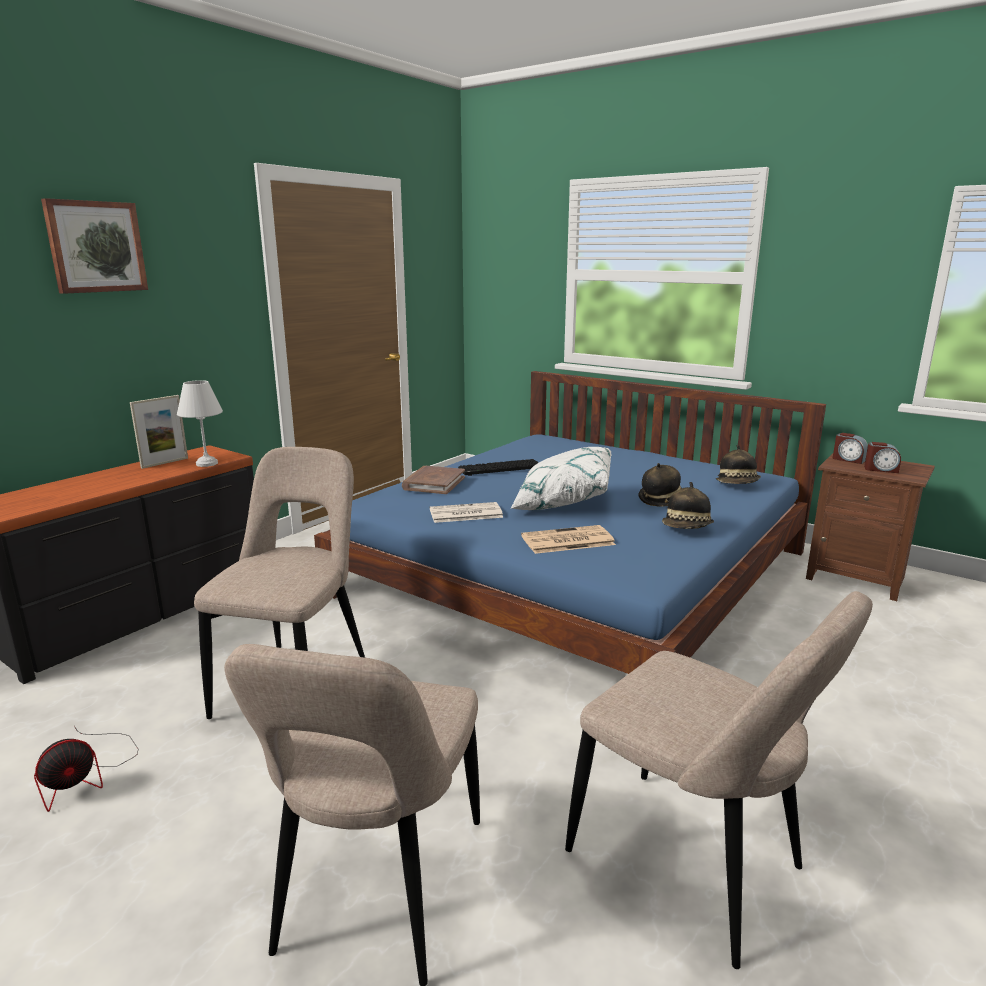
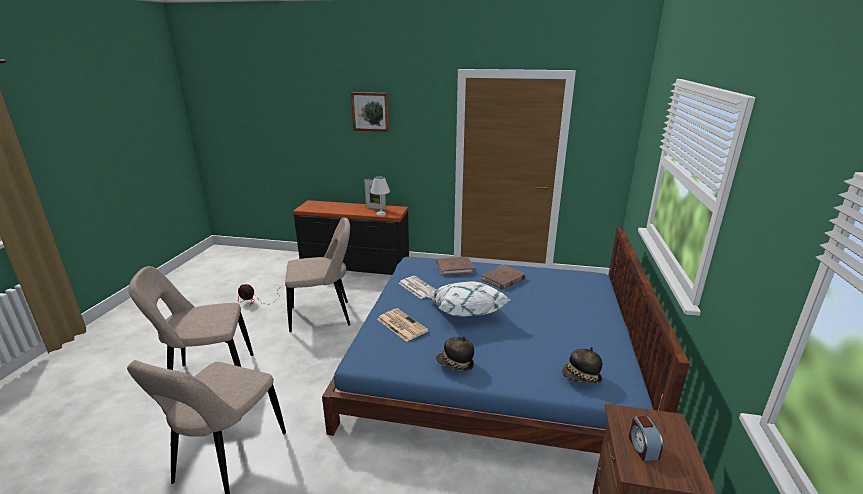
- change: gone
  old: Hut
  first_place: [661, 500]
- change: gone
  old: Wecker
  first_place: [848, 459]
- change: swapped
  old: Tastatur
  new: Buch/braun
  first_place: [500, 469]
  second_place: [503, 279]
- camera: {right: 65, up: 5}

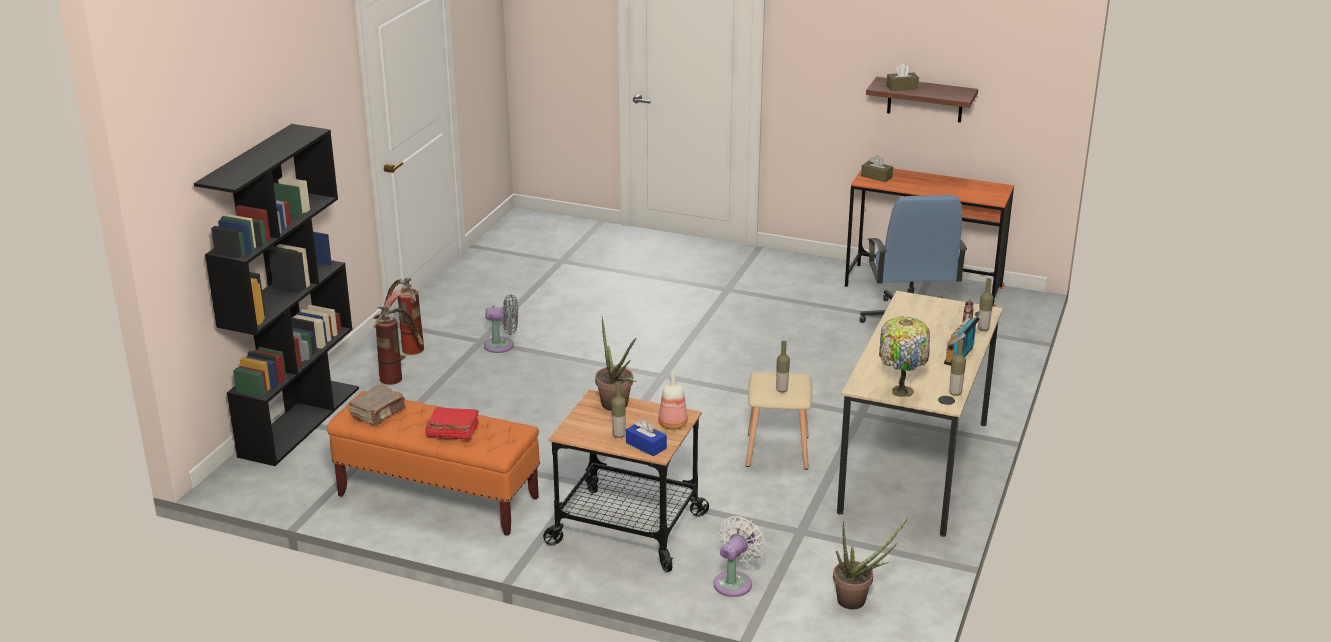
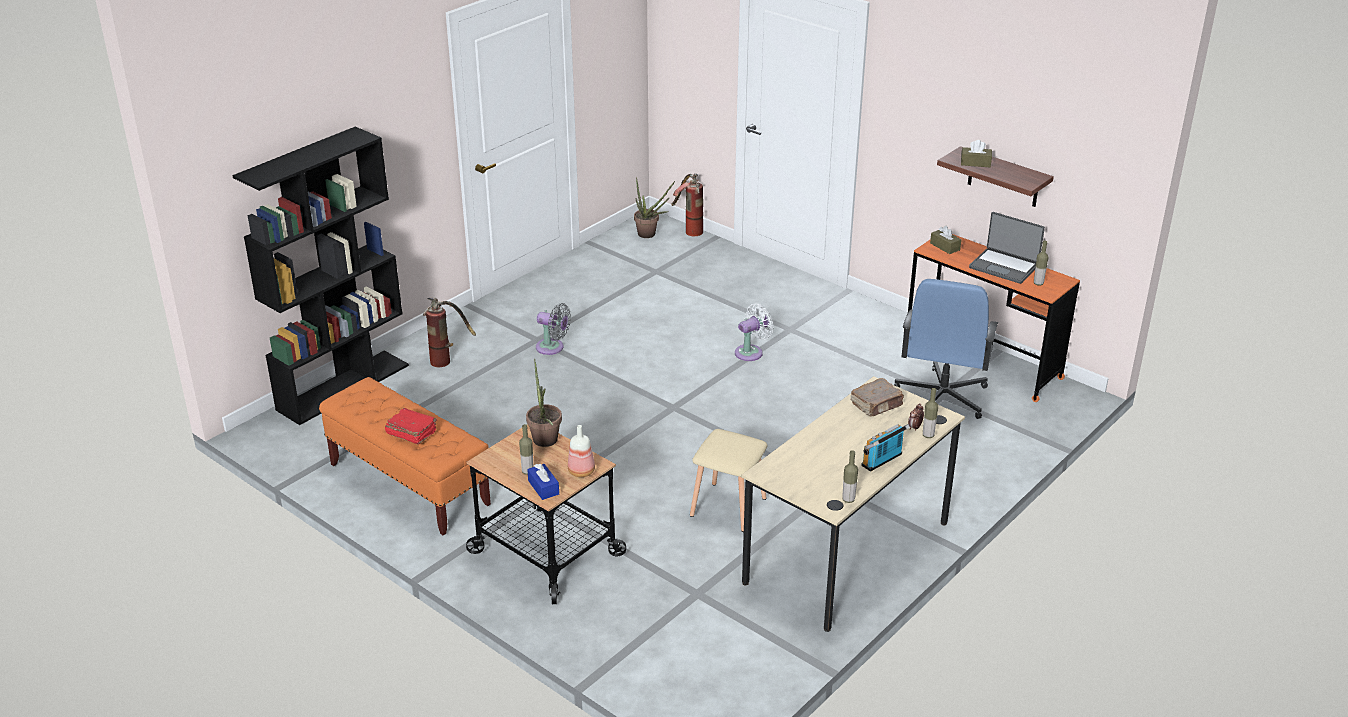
- change: gone
  old: Tischlampe
  first_place: [901, 390]
- change: new
  new: Laptop
  second_place: [1004, 266]
- change: shifted
  old: Buch/braun
  first_place: [378, 413]
  second_place: [877, 405]
- change: shifted
  old: Feuerlöscher
  first_place: [404, 348]
  second_place: [688, 230]
- change: shifted
  old: Ventilator/weiß
  first_place: [735, 582]
  second_place: [751, 352]
- change: shifted
  old: Flasche
  first_place: [782, 390]
  second_place: [1038, 283]
- change: shifted
  old: Topfpflanze
  first_place: [858, 601]
  second_place: [650, 235]
- camera: {right: 20, up: 5}

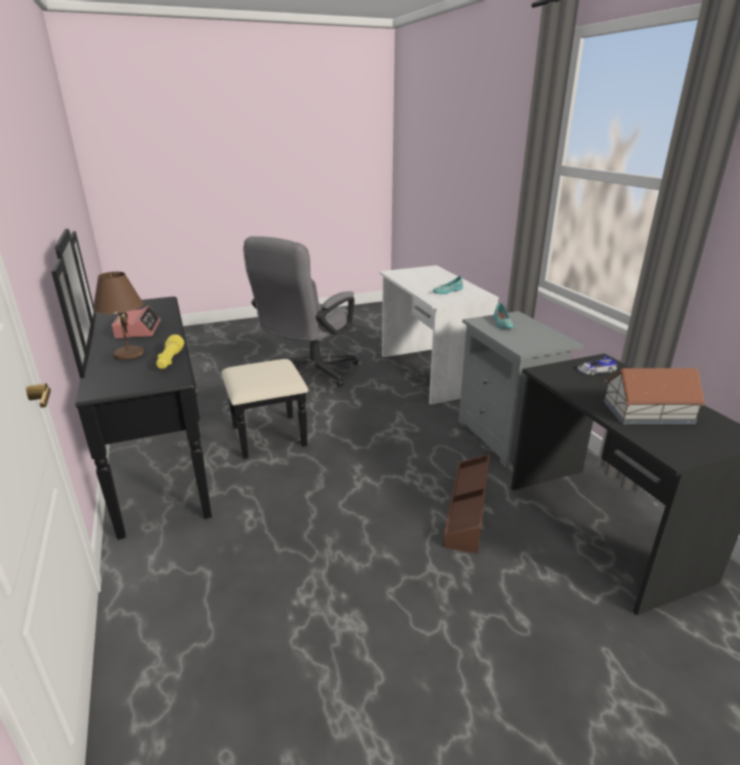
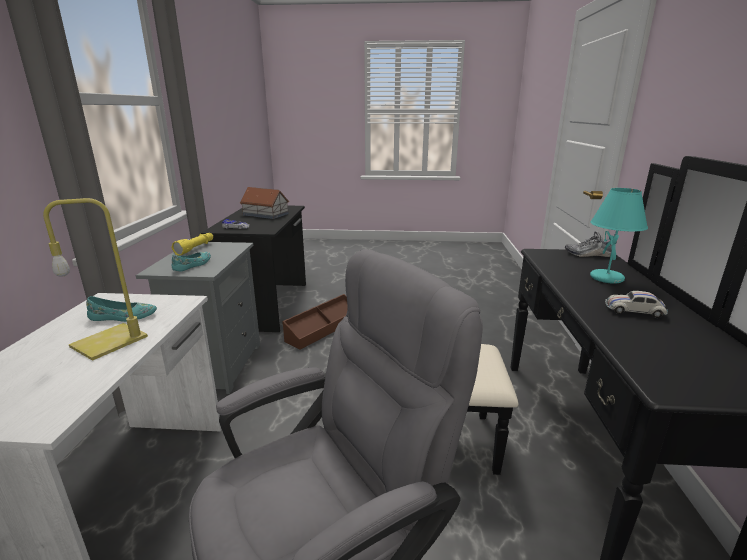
- change: new
  new: Tischlampe/gelb
  second_place: [110, 340]
- change: new
  new: Schuh
  second_place: [589, 254]
- change: shifted
  old: Taschenlampe/gelb
  first_place: [170, 360]
  second_place: [195, 248]
- change: swapped
  old: Wecker
  new: Spielzeugauto/weiß
  first_place: [138, 329]
  second_place: [634, 311]
- change: repainted
  old: Tischlampe/braun
  new: Tischlampe/türkis
  first_place: [128, 354]
  second_place: [607, 278]
- camera: {right: -155, up: -5}

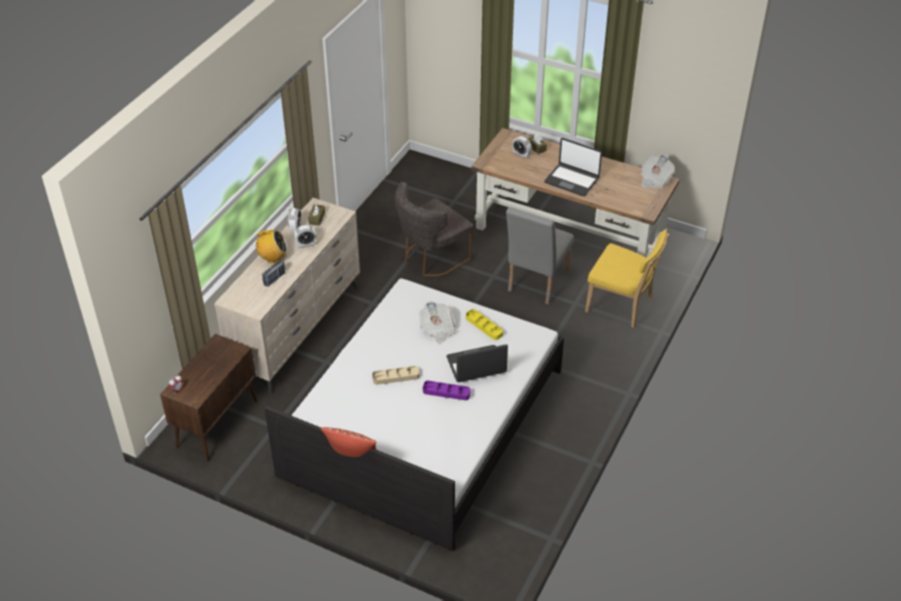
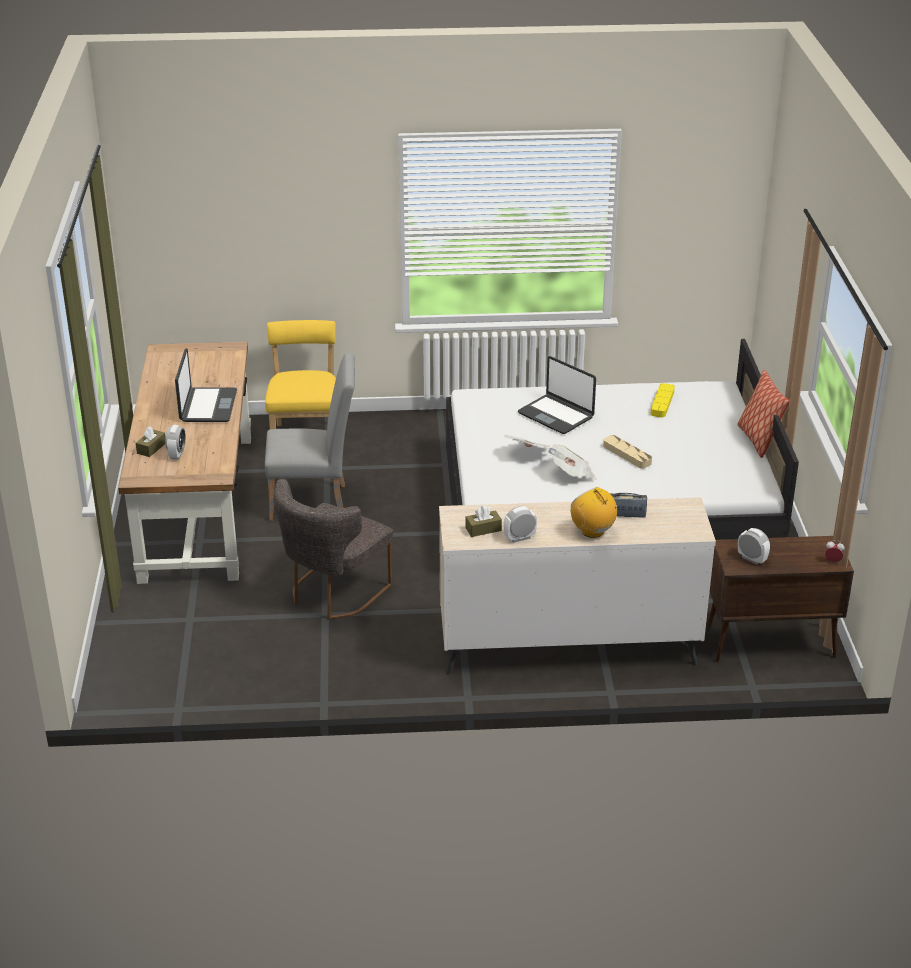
- change: gone
  old: Tablett/lila
  first_place: [446, 392]
- change: shifted
  old: Wecker
  first_place: [306, 244]
  second_place: [752, 559]
- change: shifted
  old: Tablett/gelb
  first_place: [484, 326]
  second_place: [662, 403]
- change: shifted
  old: Zeitung
  first_place: [654, 180]
  second_place: [571, 474]
- change: rotated
  old: Stuhl/grau
  first_place: [431, 259]
  second_place: [332, 594]
  degrees: 105
- camera: {right: -120, up: -10}

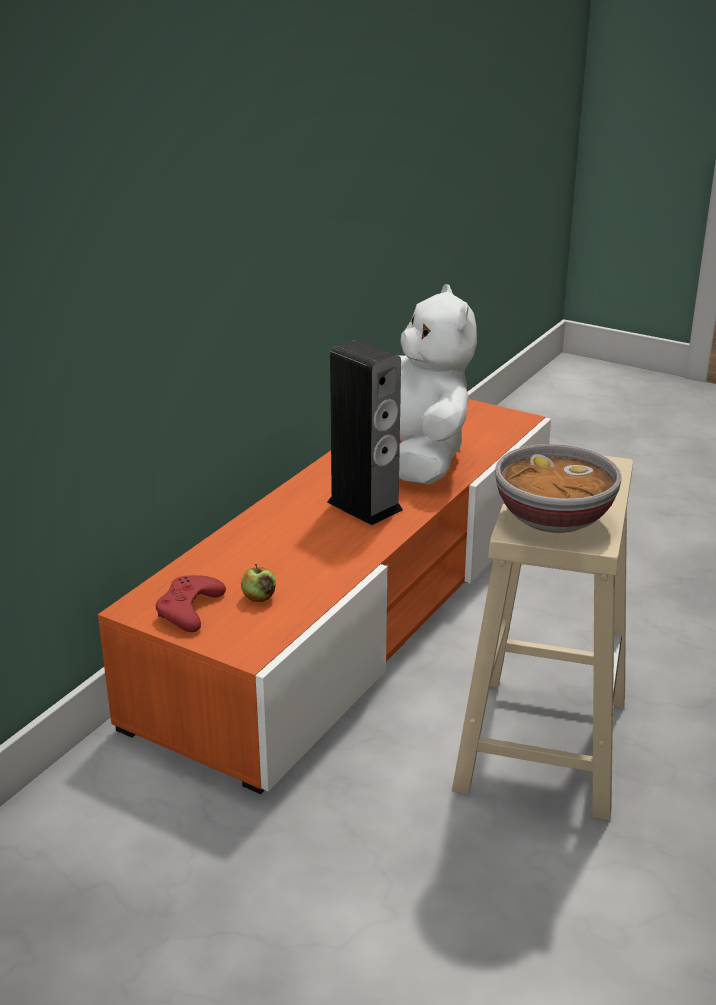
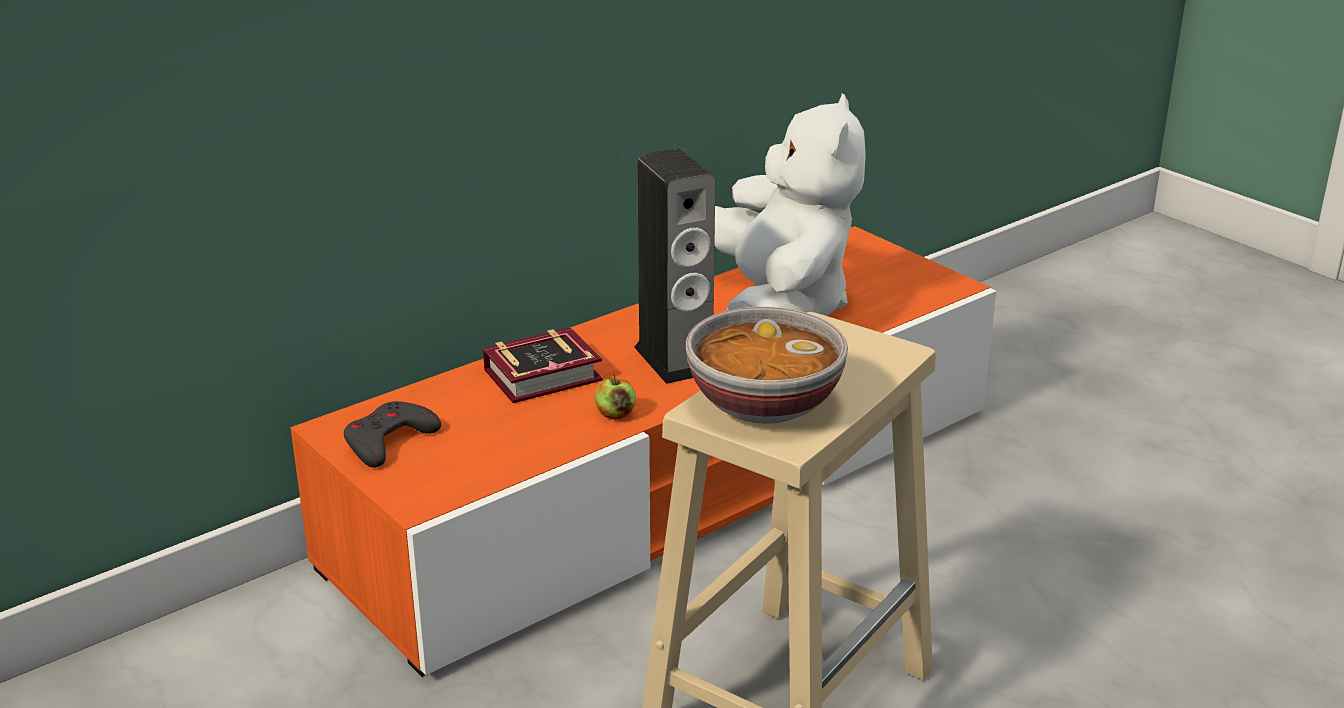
- change: new
  new: Buch
  second_place: [548, 376]
- change: shifted
  old: Apfel
  first_place: [259, 597]
  second_place: [615, 414]
- change: repainted
  old: Gamepad/rot
  new: Gamepad/grau
  first_place: [189, 609]
  second_place: [388, 441]
- camera: {right: 20, up: 0}

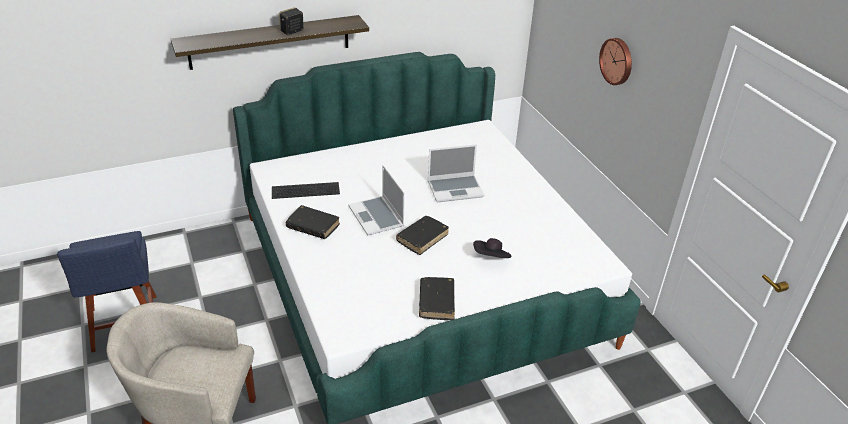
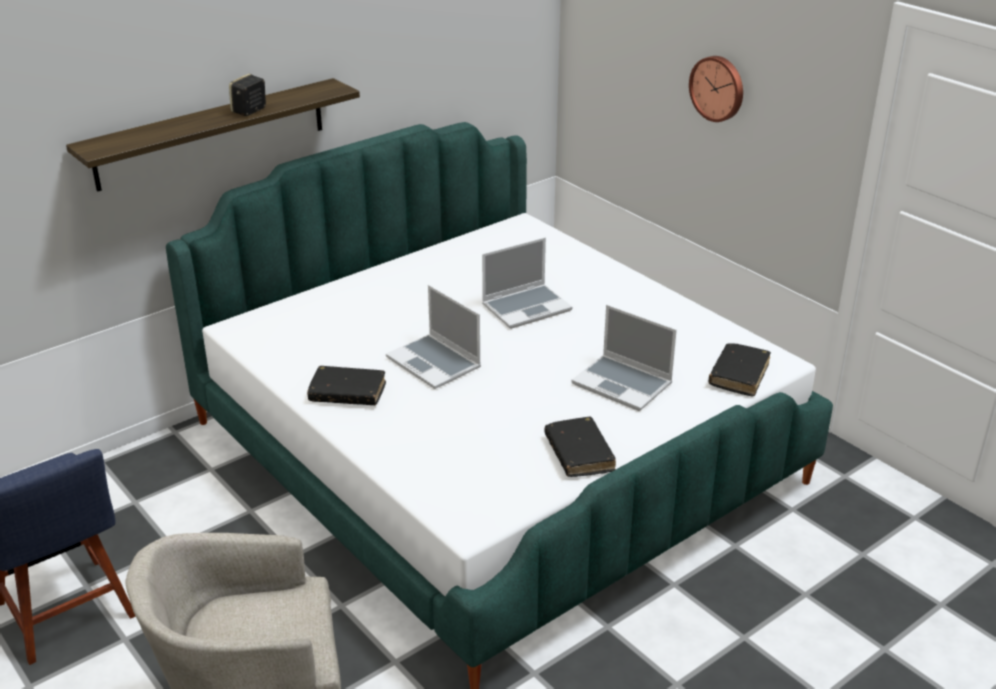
- change: gone
  old: Tastatur
  first_place: [306, 189]
- change: shifted
  old: Buch/schwarz
  first_place: [422, 238]
  second_place: [739, 375]
- change: swapped
  old: Hut/schwarz
  new: Laptop
  first_place: [491, 258]
  second_place: [623, 384]
- camera: {right: -15, up: -5}

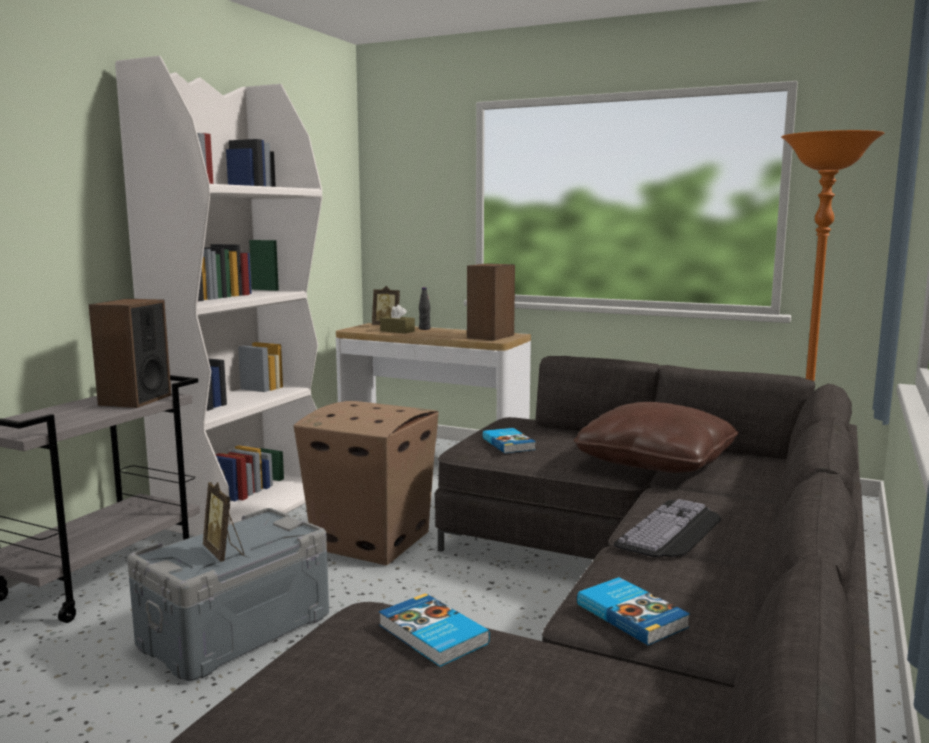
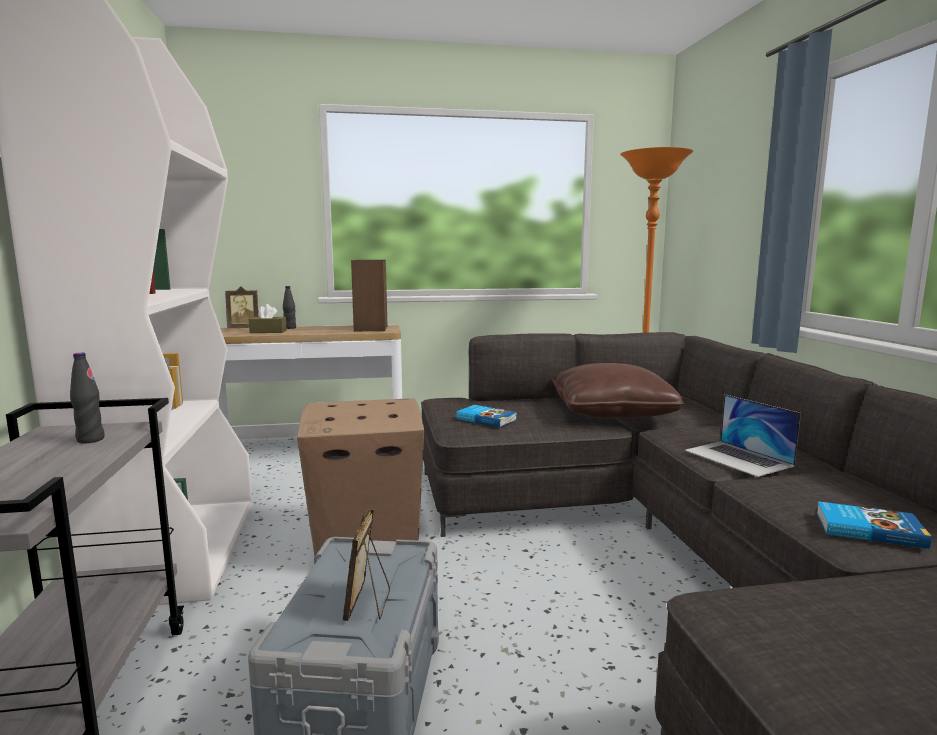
- change: gone
  old: Buch
  first_place: [431, 635]
- change: swapped
  old: Lautsprecher
  new: Flasche/schwarz
  first_place: [135, 400]
  second_place: [90, 440]
- change: swapped
  old: Tastatur
  new: Laptop
  first_place: [673, 530]
  second_place: [738, 458]
- change: rotated
  old: Bilderrahmen
  first_place: [224, 552]
  second_place: [368, 605]
  degrees: 75
- camera: {right: -35, up: 0}

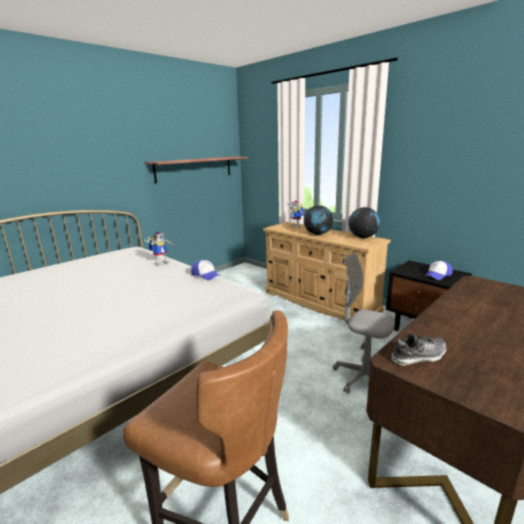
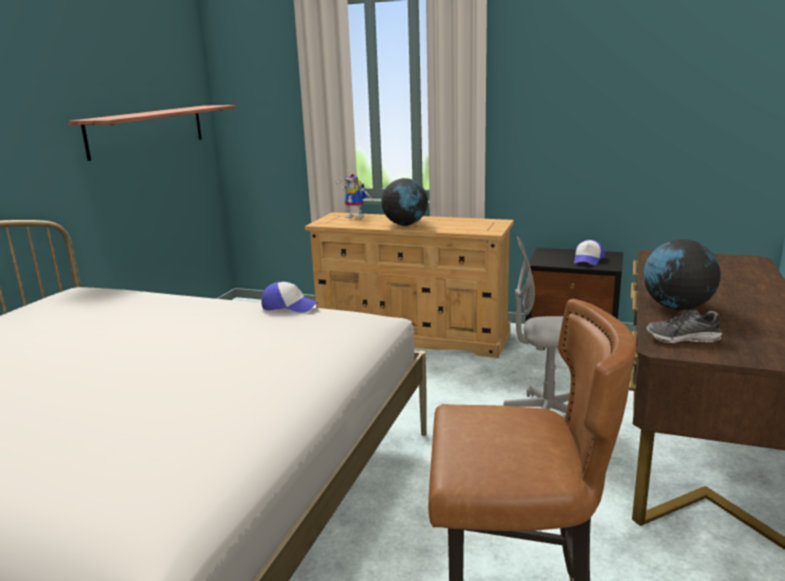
- change: gone
  old: Spielzeugroboter
  first_place: [162, 262]
- change: shifted
  old: Globus
  first_place: [363, 237]
  second_place: [676, 308]
- change: rotated
  old: Schuh
  first_place: [418, 356]
  second_place: [682, 338]
  degrees: -135
- camera: {right: -25, up: 0}

